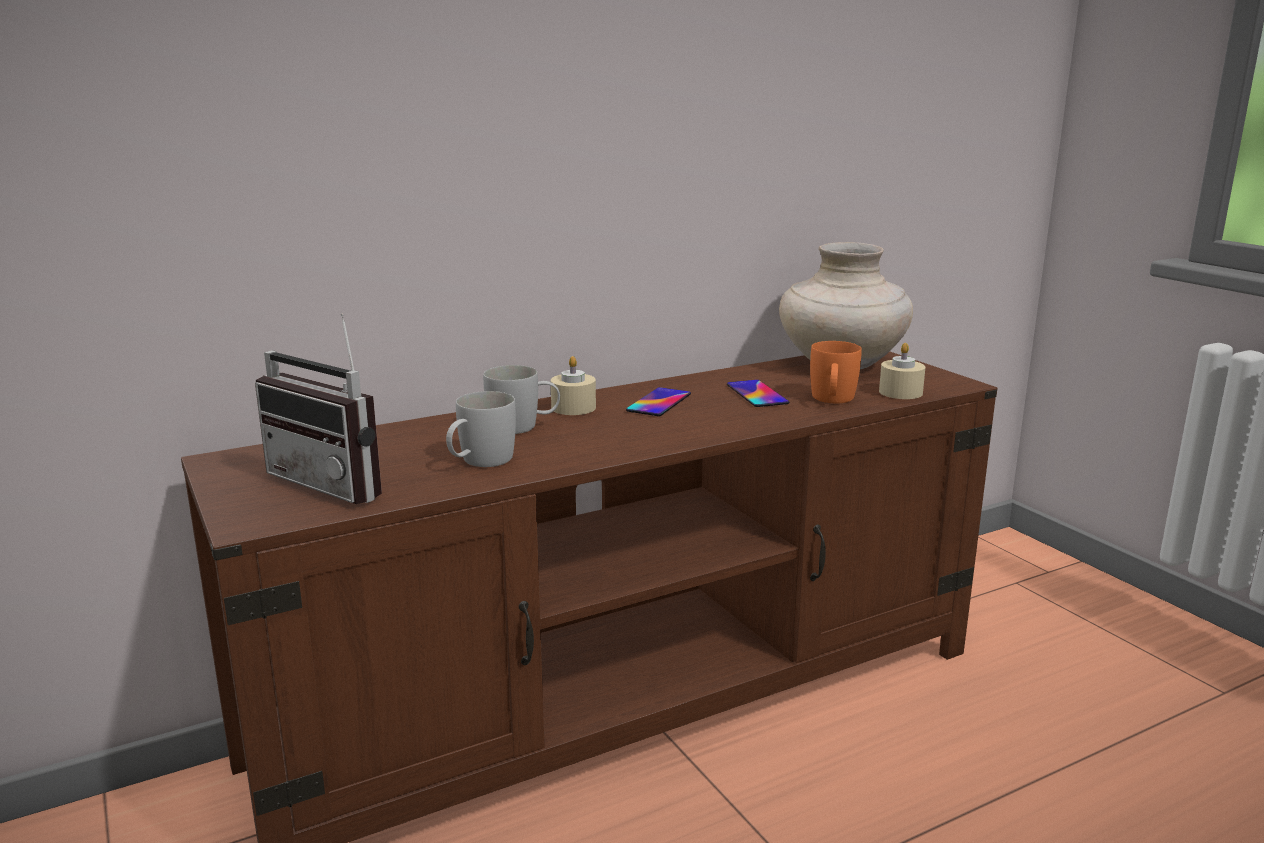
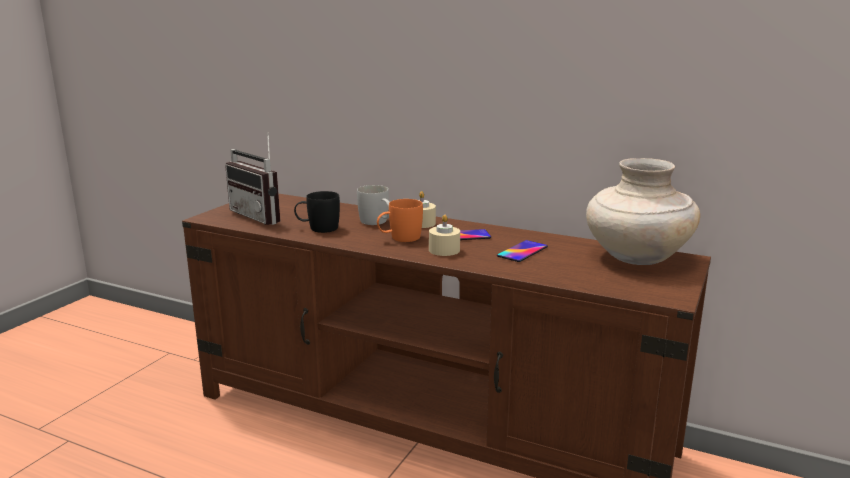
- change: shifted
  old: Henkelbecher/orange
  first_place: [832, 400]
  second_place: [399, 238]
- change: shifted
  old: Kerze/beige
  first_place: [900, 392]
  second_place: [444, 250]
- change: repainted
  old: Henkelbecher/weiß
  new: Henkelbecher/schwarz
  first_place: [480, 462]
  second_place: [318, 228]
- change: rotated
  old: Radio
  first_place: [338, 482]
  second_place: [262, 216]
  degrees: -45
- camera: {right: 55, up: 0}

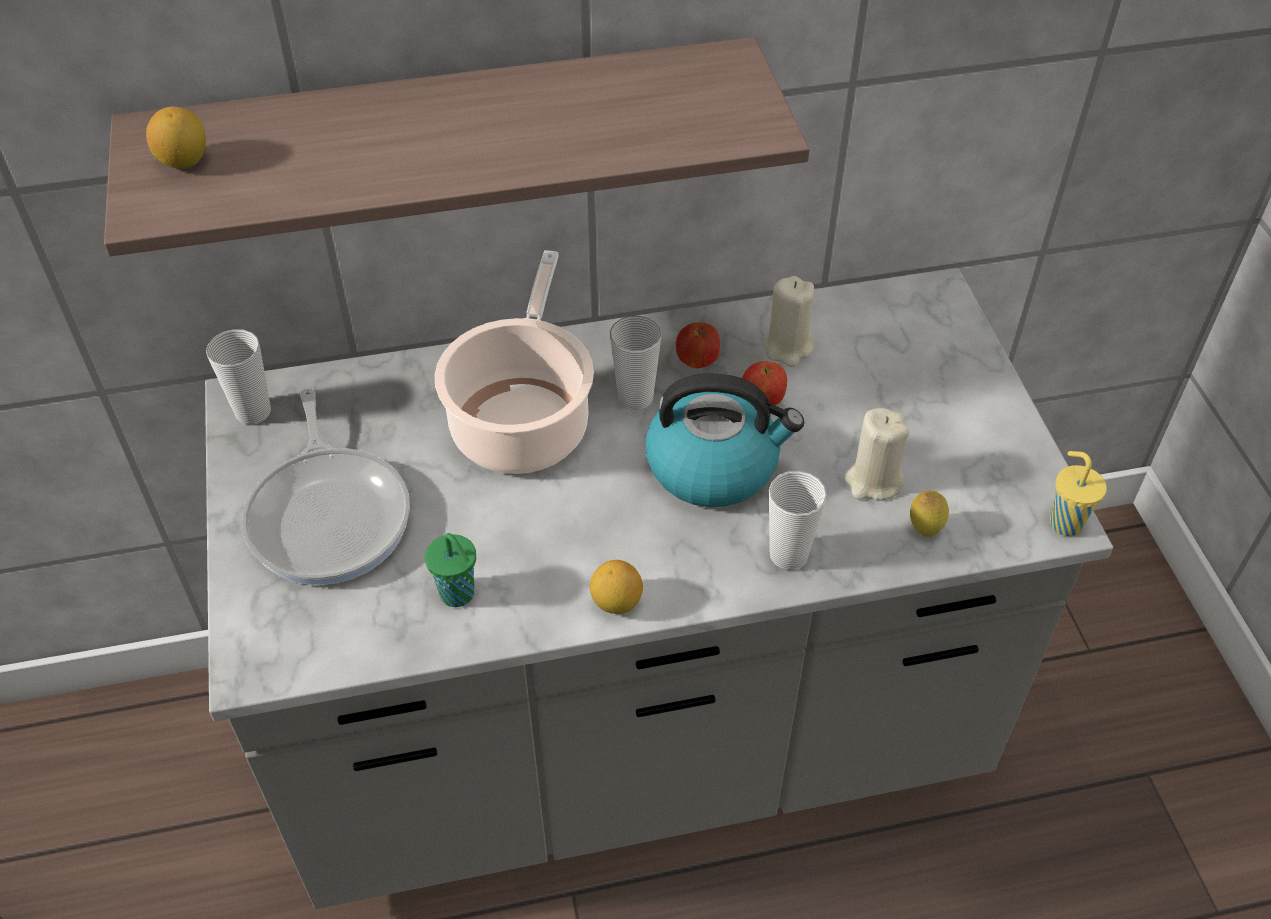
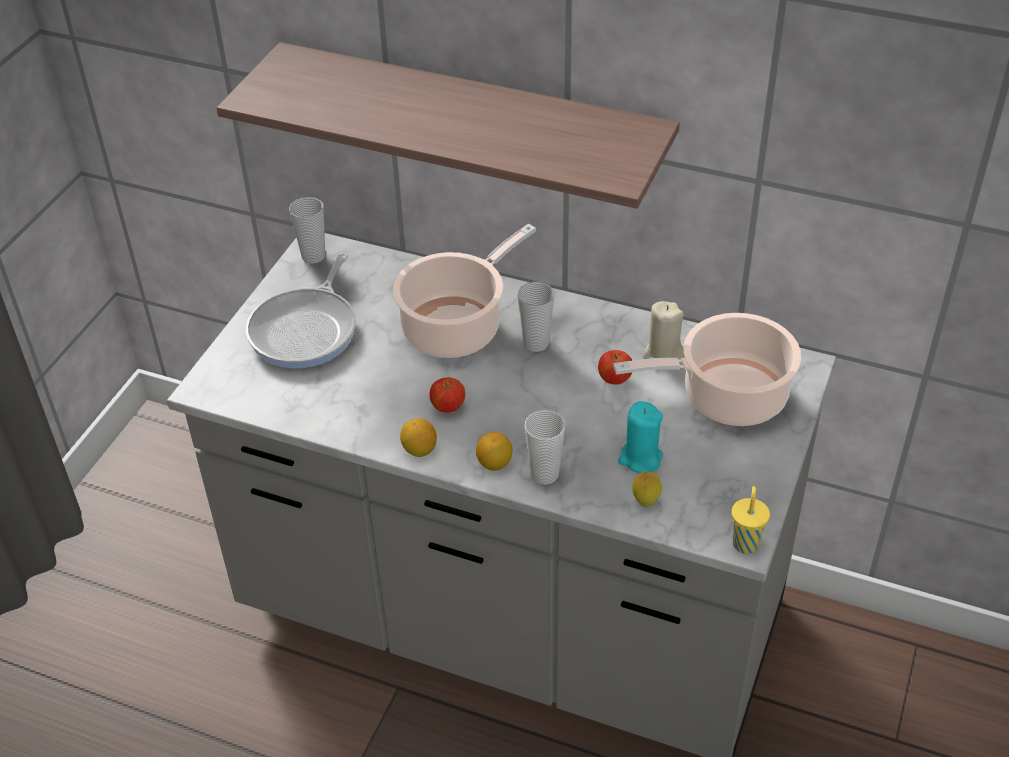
- change: gone
  old: Tasse/grün
  first_place: [458, 595]
- change: gone
  old: Wasserkessel
  first_place: [714, 466]
- change: new
  new: Kochtopf
  second_place: [727, 397]
- change: shifted
  old: Zitrone
  first_place: [184, 161]
  second_place: [495, 464]
- change: shifted
  old: Apfel
  first_place: [697, 361]
  second_place: [448, 407]
- change: repainted
  old: Kerze/beige
  new: Kerze/türkis
  first_place: [873, 481]
  second_place: [640, 458]
- camera: {right: 35, up: -5}

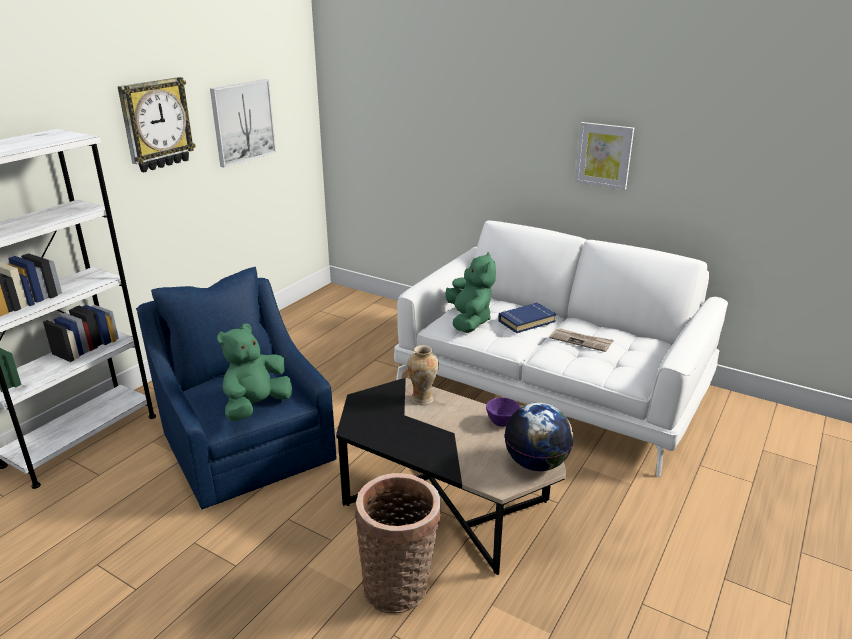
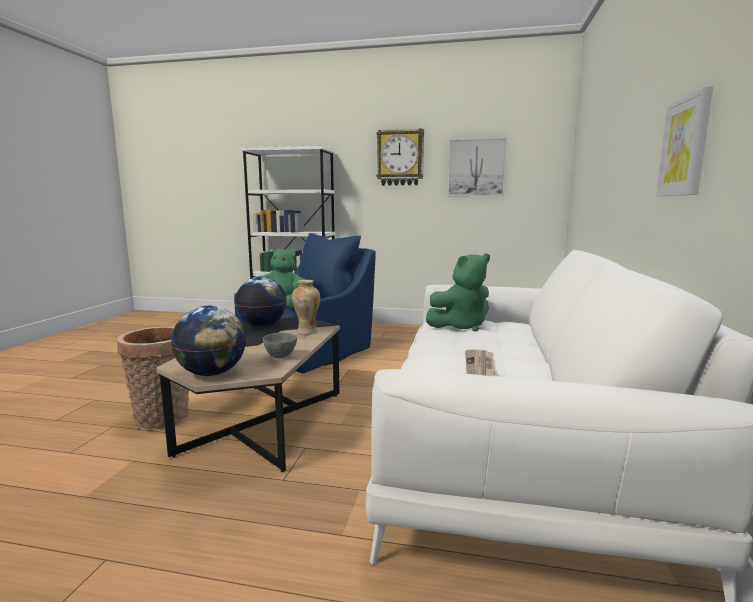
- change: gone
  old: Buch/blau
  first_place: [526, 321]
- change: new
  new: Globus
  second_place: [262, 326]
- change: repainted
  old: Schüssel/lila
  new: Schüssel/grau
  first_place: [501, 422]
  second_place: [281, 356]
- camera: {right: 70, up: -15}

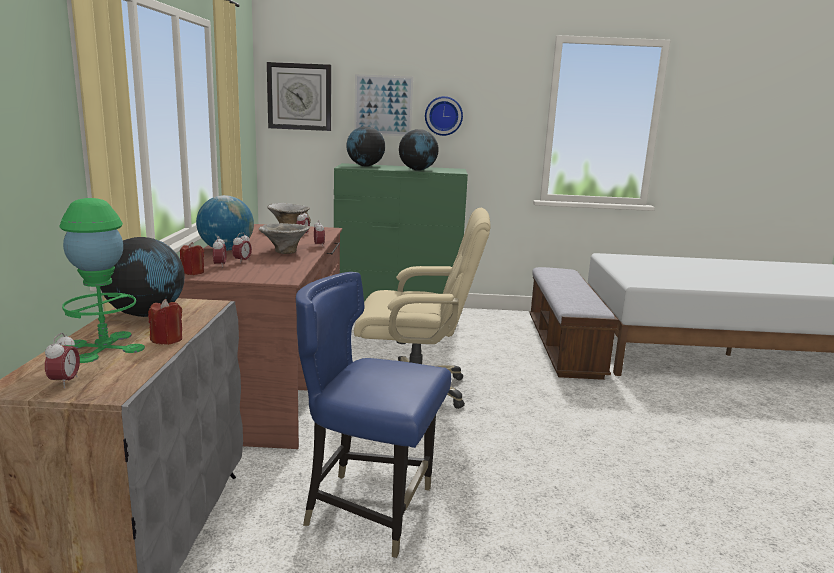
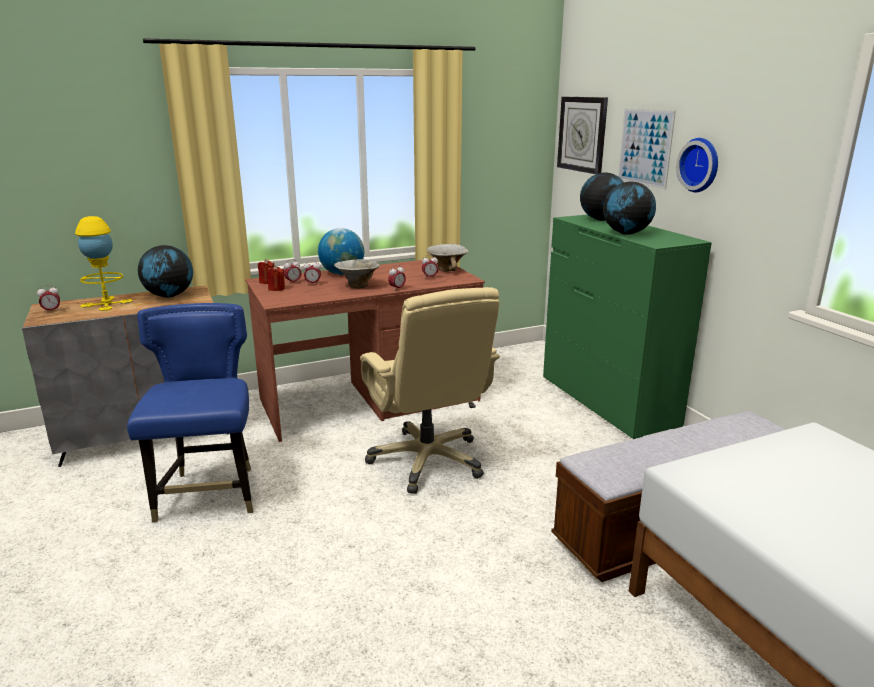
- change: shifted
  old: Kerze/rot
  first_place: [167, 340]
  second_place: [276, 289]
- change: repainted
  old: Tischlampe/grün
  new: Tischlampe/gelb
  first_place: [104, 347]
  second_place: [106, 303]
- camera: {right: 65, up: 5}

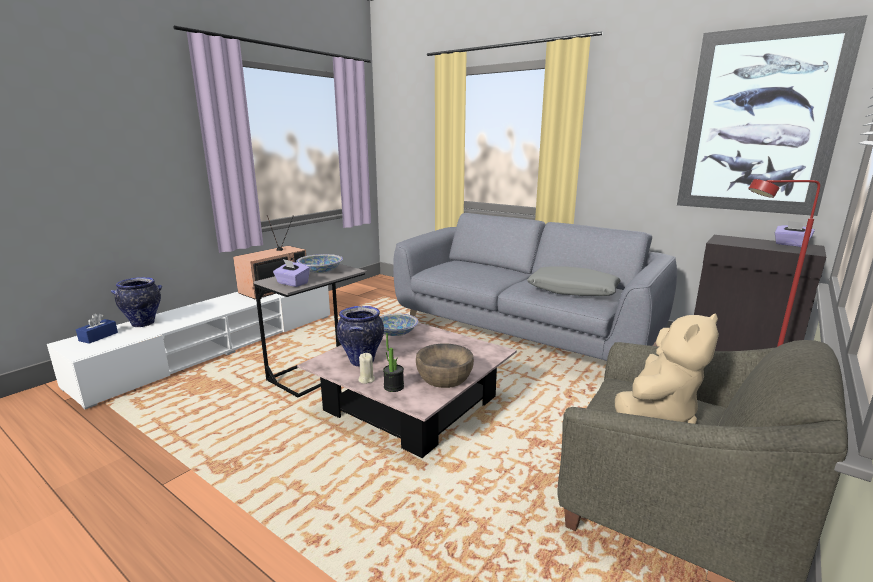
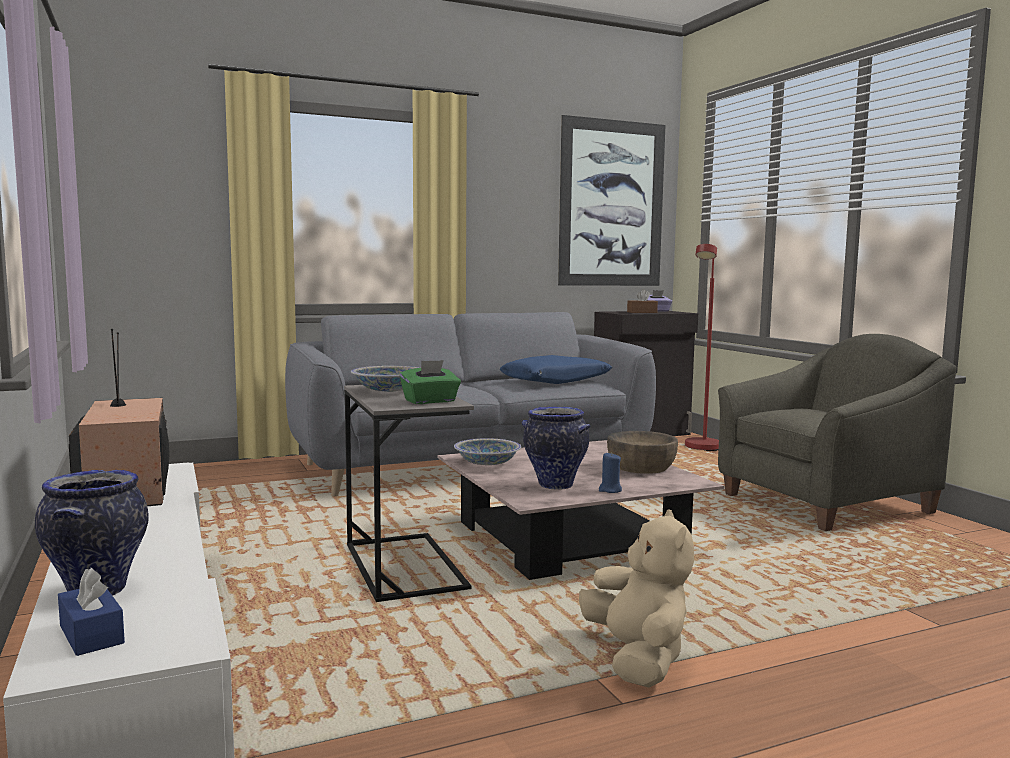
- change: gone
  old: Topfpflanze
  first_place: [393, 387]
- change: new
  new: Taschentuchbox/braun
  second_place: [642, 312]
- change: shifted
  old: Plüschtier/beige
  first_place: [657, 412]
  second_place: [637, 659]
- change: repainted
  old: Taschentuchbox/lila
  new: Taschentuchbox/grün
  first_place: [292, 283]
  second_place: [430, 401]
- change: repainted
  old: Kerze/beige
  new: Kerze/blau
  first_place: [366, 379]
  second_place: [610, 490]
- change: repainted
  old: Kissen/grau
  new: Kissen/blau
  first_place: [573, 291]
  second_place: [556, 381]
- camera: {right: -60, up: -10}

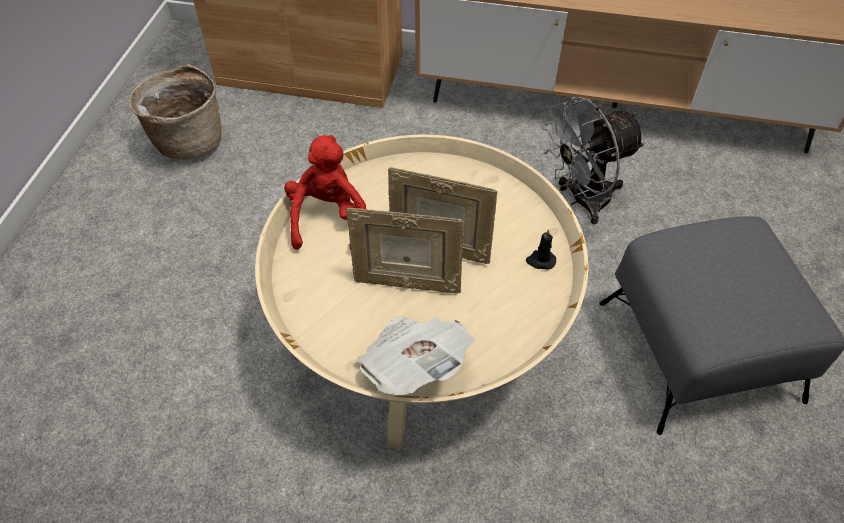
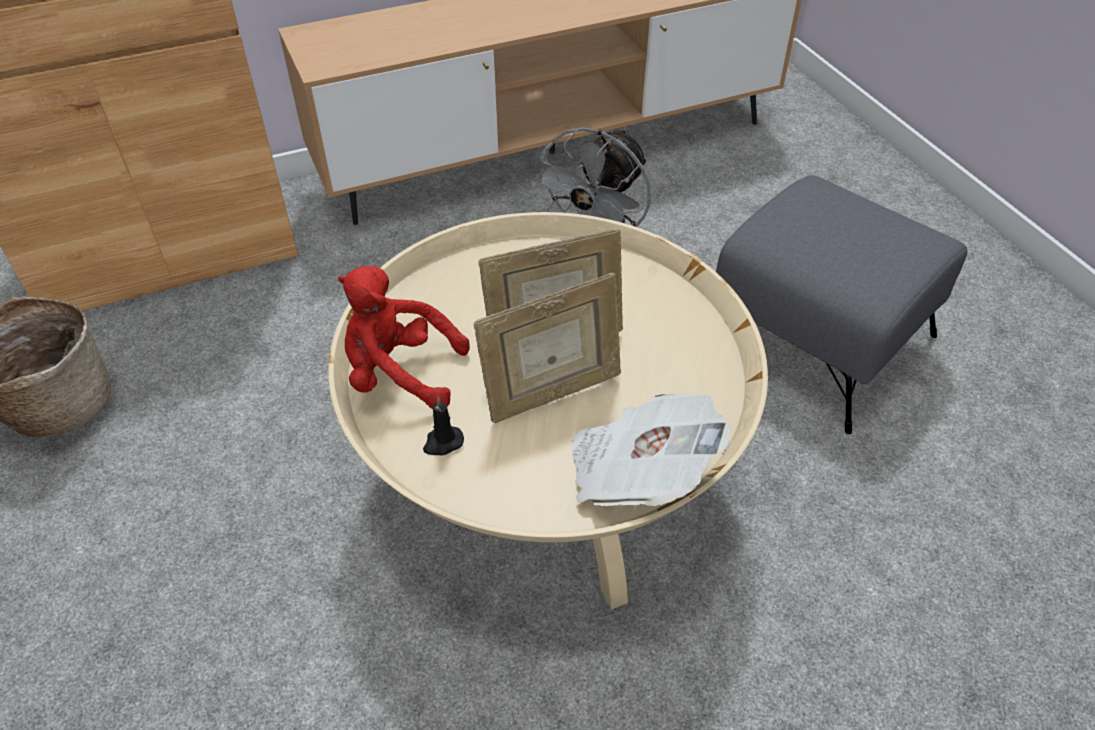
- change: shifted
  old: Kerze/schwarz
  first_place: [540, 261]
  second_place: [442, 443]
- change: rotated
  old: Plüschtier/rot
  first_place: [328, 219]
  second_place: [400, 374]
  degrees: -45
- camera: {right: -35, up: -5}

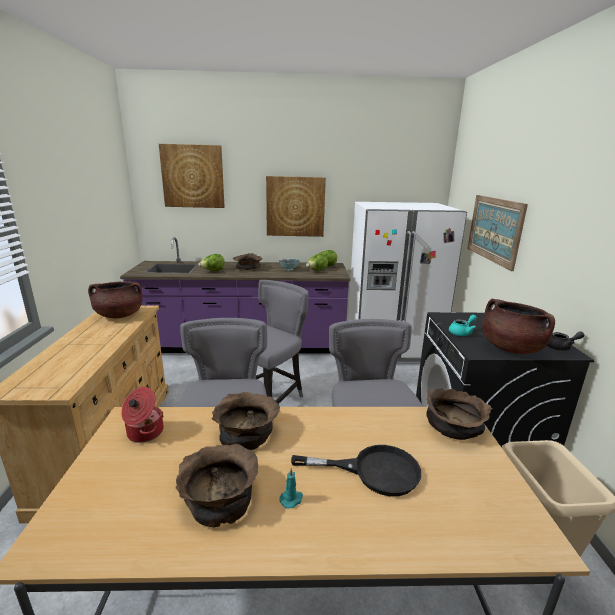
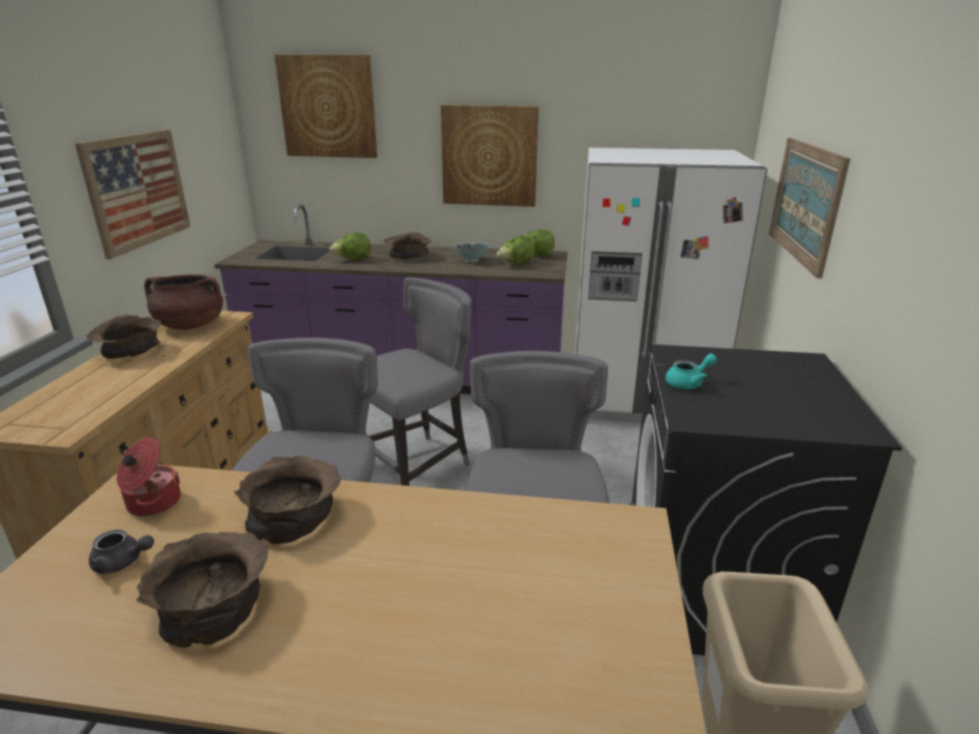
- change: gone
  old: Kerze/türkis
  first_place: [291, 499]
- change: gone
  old: Pfanne/schwarz
  first_place: [373, 471]
- change: gone
  old: Kochtopf/braun
  first_place: [510, 348]
- change: new
  new: Bild
  second_place: [138, 190]
- change: shifted
  old: Schüssel/braun
  first_place: [454, 426]
  second_place: [131, 352]
- change: shifted
  old: Teekanne/grau
  first_place: [561, 347]
  second_place: [123, 562]
- camera: {right: 10, up: 5}

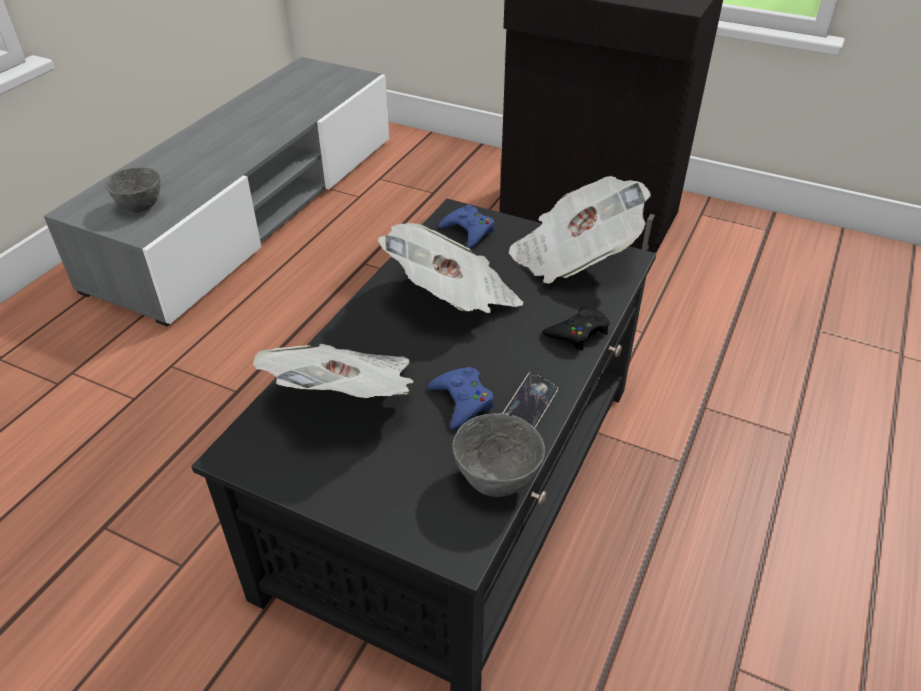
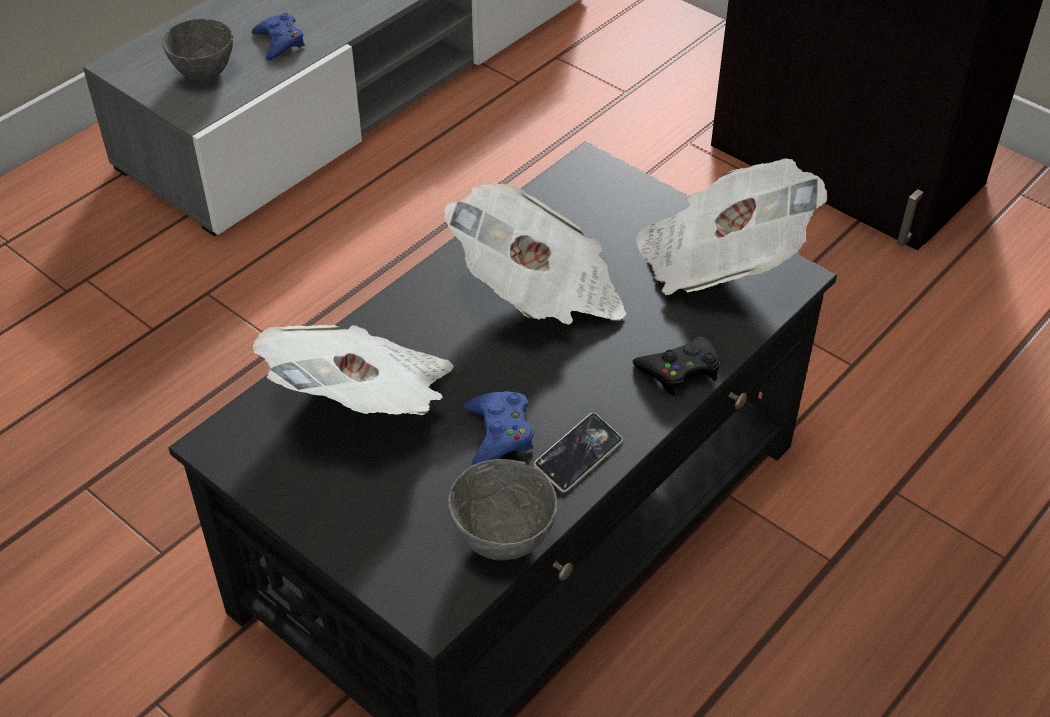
- change: shifted
  old: Gamepad/blau
  first_place: [468, 231]
  second_place: [279, 42]
- camera: {right: 15, up: 5}

